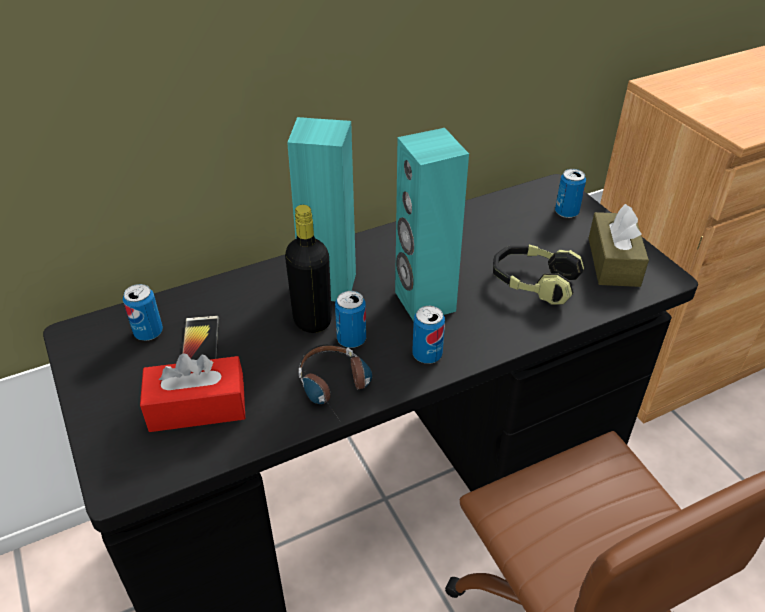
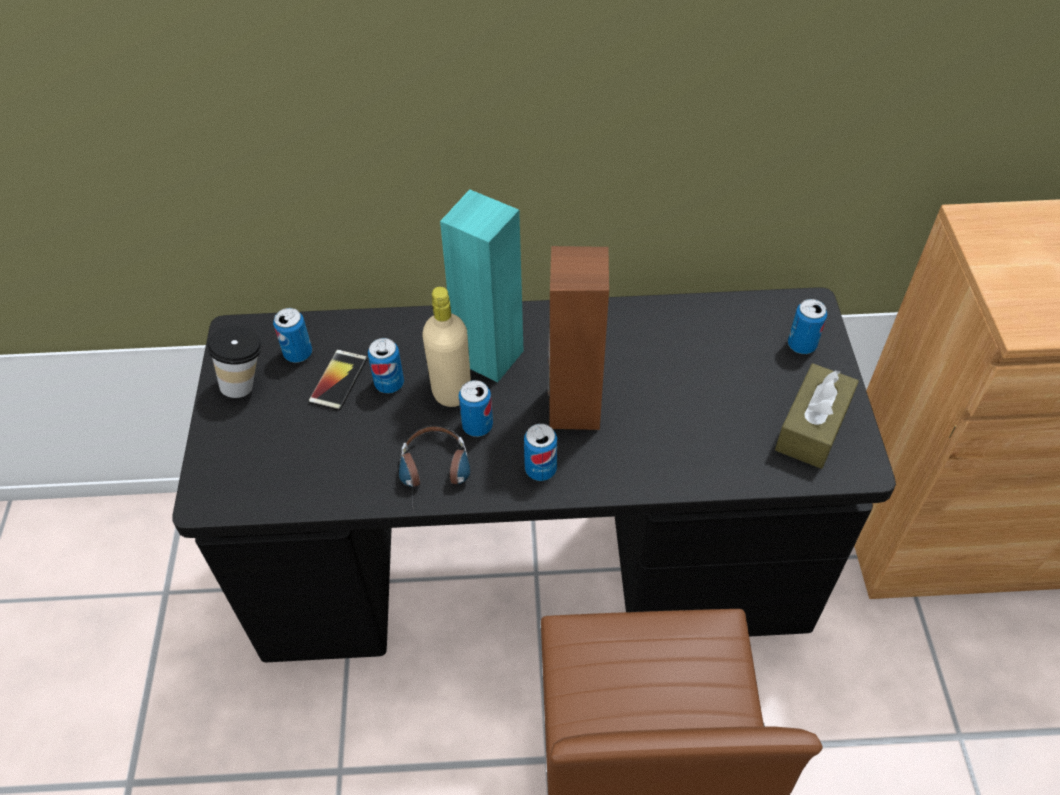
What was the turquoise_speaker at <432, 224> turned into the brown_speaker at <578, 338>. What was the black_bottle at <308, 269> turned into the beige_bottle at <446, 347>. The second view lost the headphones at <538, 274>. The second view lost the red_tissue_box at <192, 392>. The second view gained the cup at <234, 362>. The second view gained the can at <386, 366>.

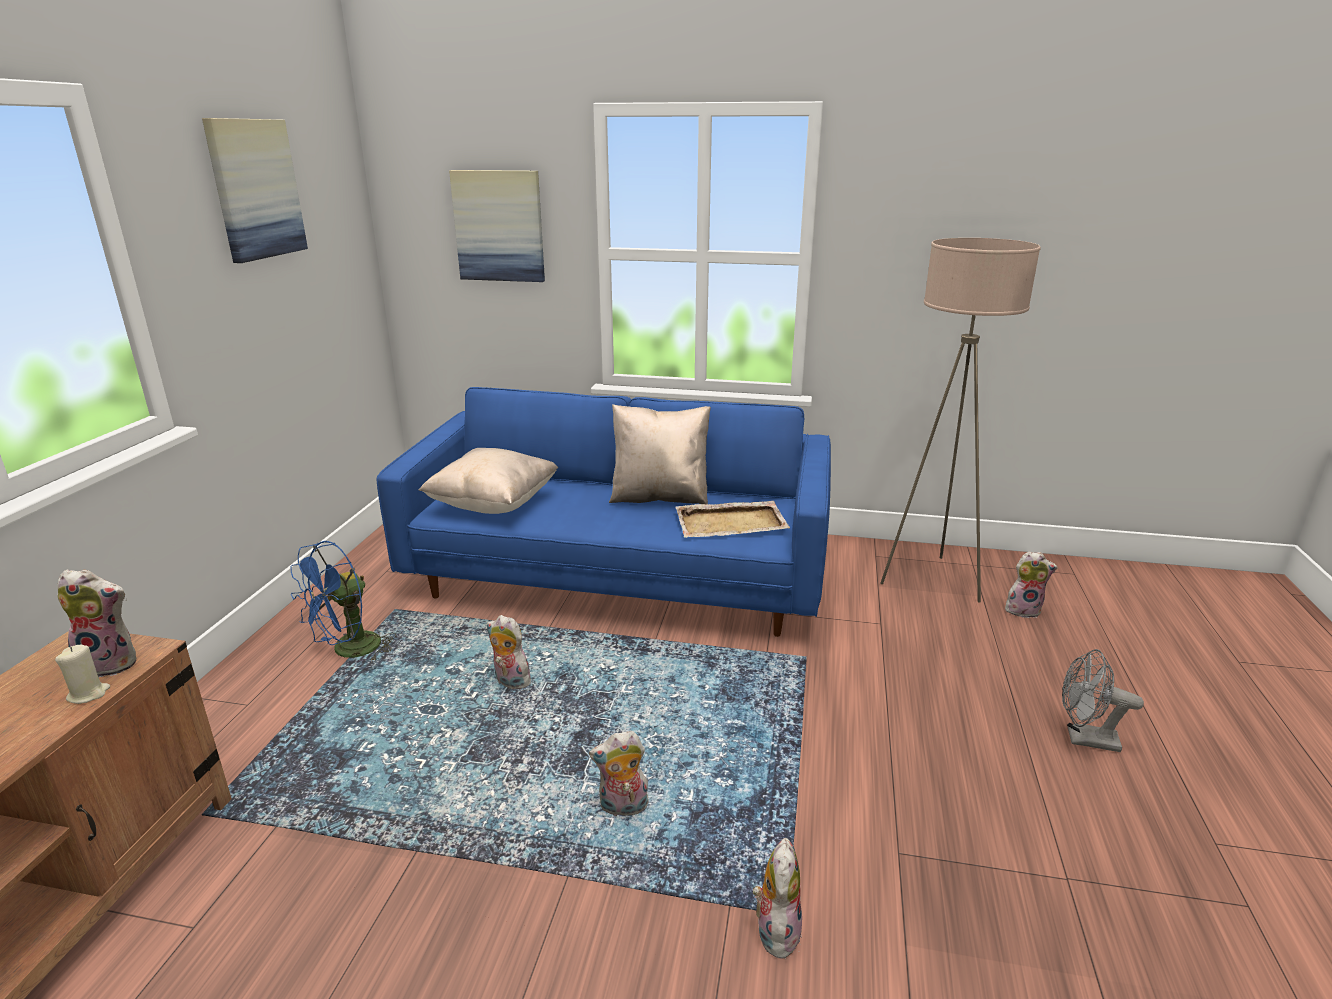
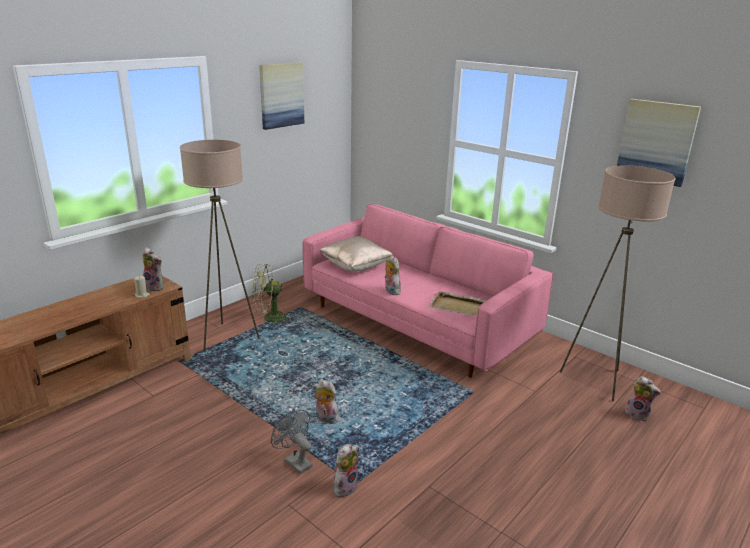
The picture ended up elsewhere, having gone from <497, 226> to <659, 143>. What was the blue_sofa at <604, 512> turned into the pink_sofa at <428, 291>. The second view lost the beige_pillow at <660, 454>. What was the blue_fan at <343, 601> turned into the green_fan at <272, 295>. The plush_toy ended up elsewhere, having gone from <510, 652> to <392, 275>. The grey_fan ended up elsewhere, having gone from <1103, 700> to <291, 442>. The second view gained the beige_floor_lamp at <220, 246>.

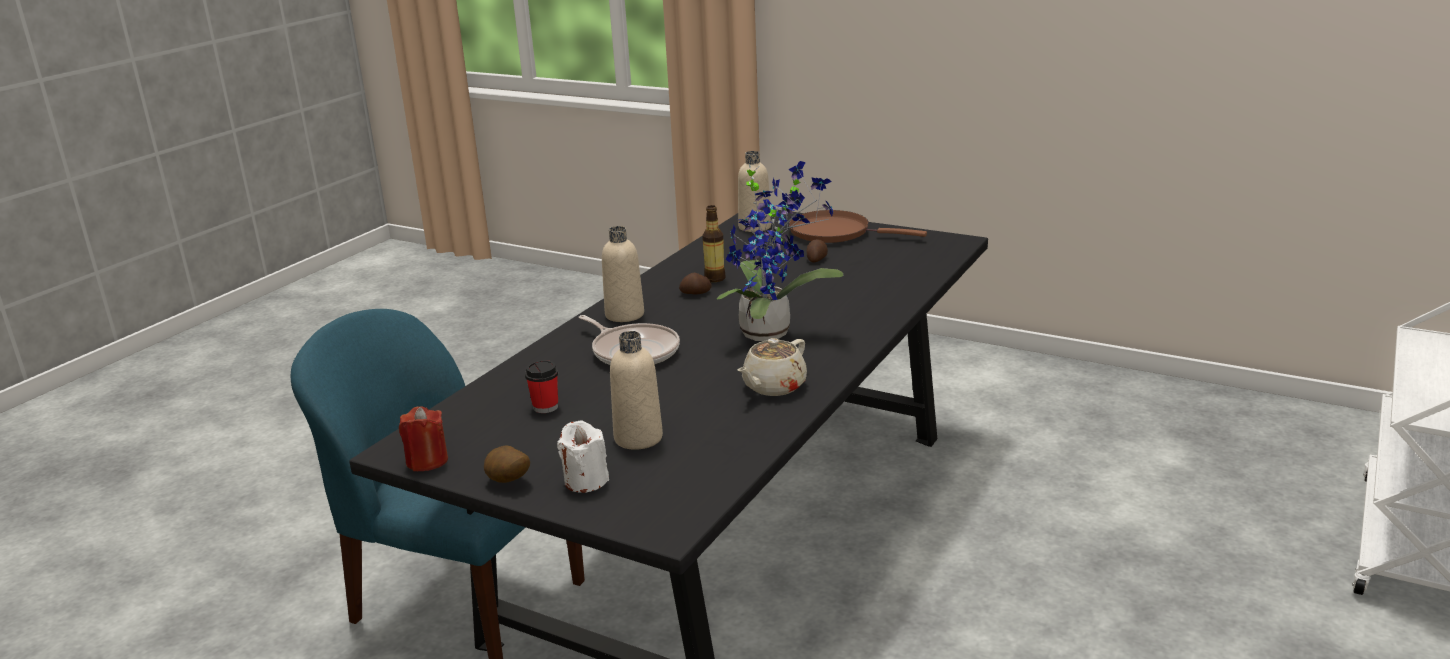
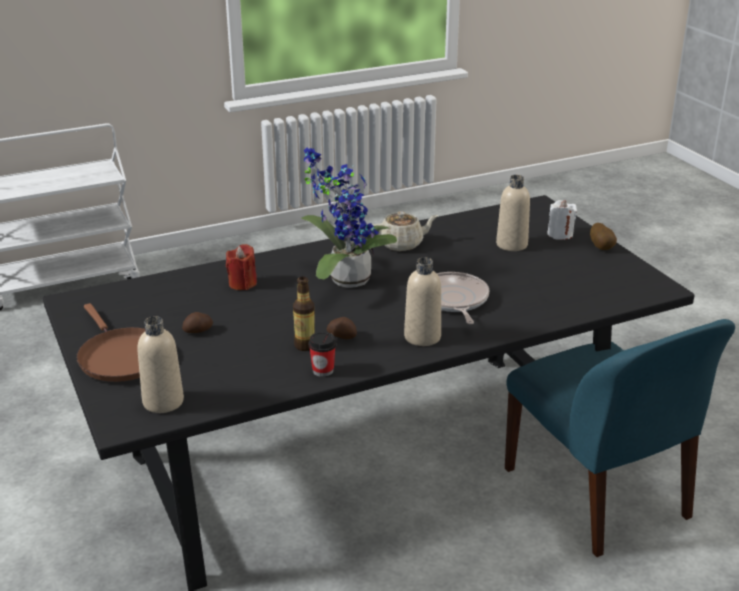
The cup ended up elsewhere, having gone from <541, 386> to <322, 354>. The red_candle ended up elsewhere, having gone from <423, 438> to <241, 267>.

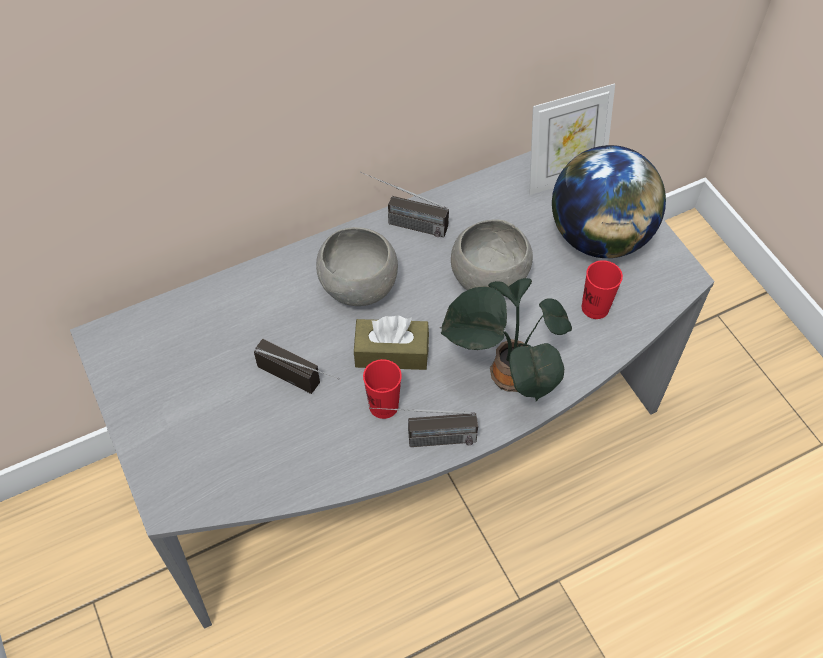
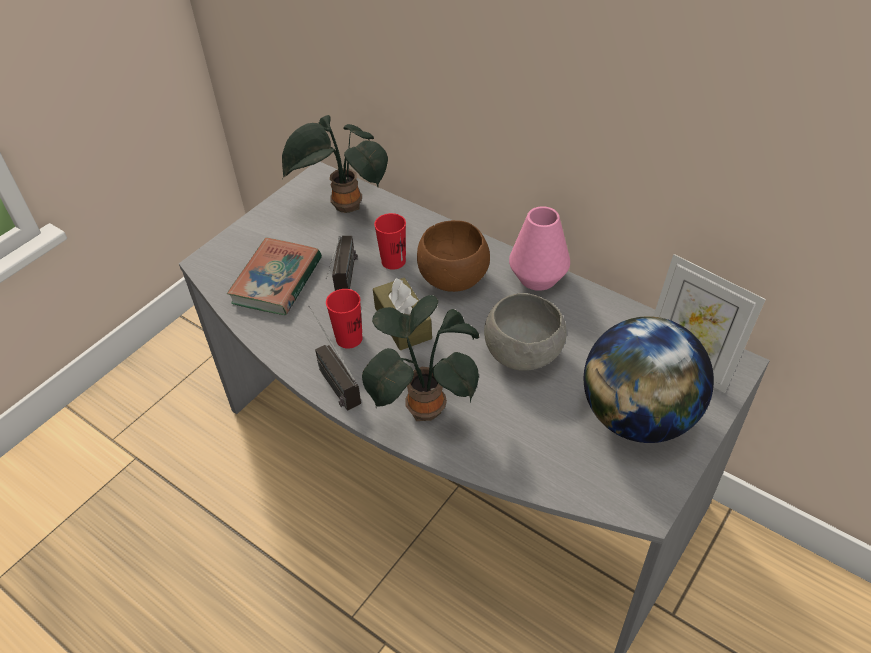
Where the radio stood at <404, 204>, the pink_vase came to stand at <539, 248>. What was the grey_bowl at <357, 266> turned into the brown_bowl at <453, 256>. The red_cup ended up elsewhere, having gone from <602, 289> to <390, 241>. The second view gained the potted_plant at <335, 164>. The second view gained the book at <274, 276>.

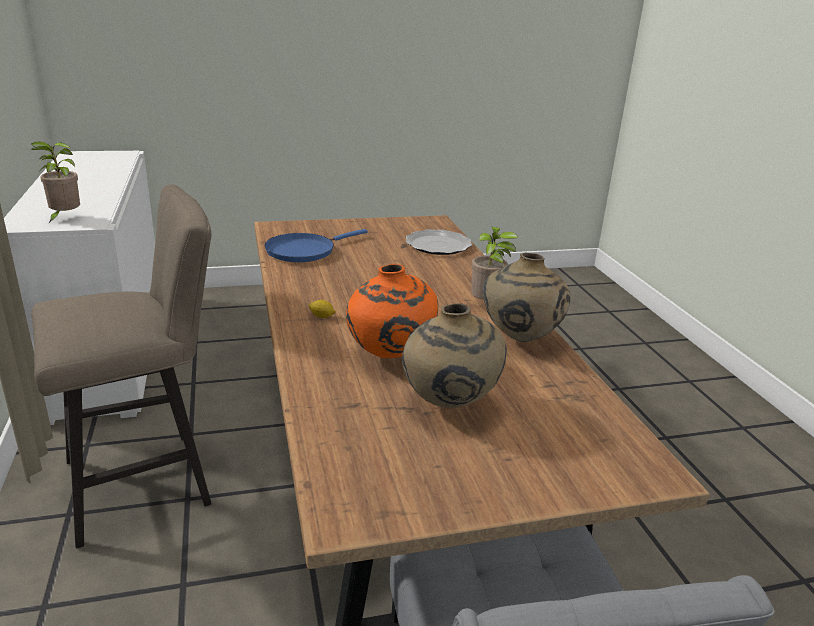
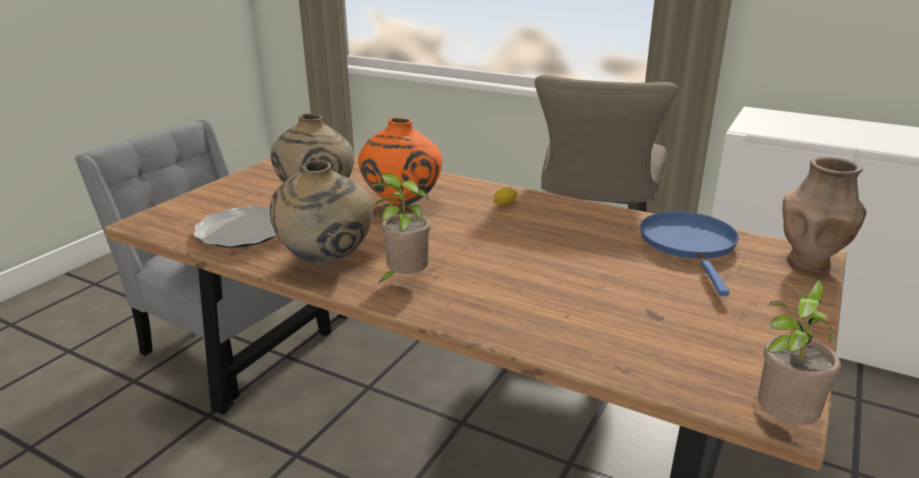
The potted_plant ended up elsewhere, having gone from <55, 182> to <797, 351>. The plate ended up elsewhere, having gone from <439, 242> to <235, 227>. The second view gained the brown_vase at <824, 214>.

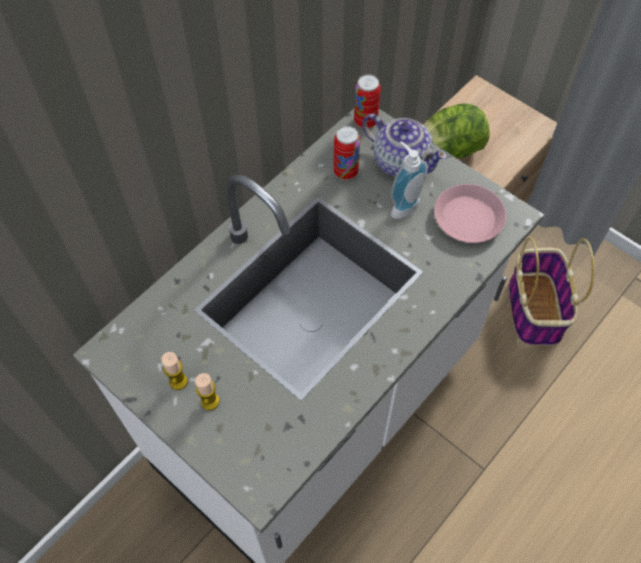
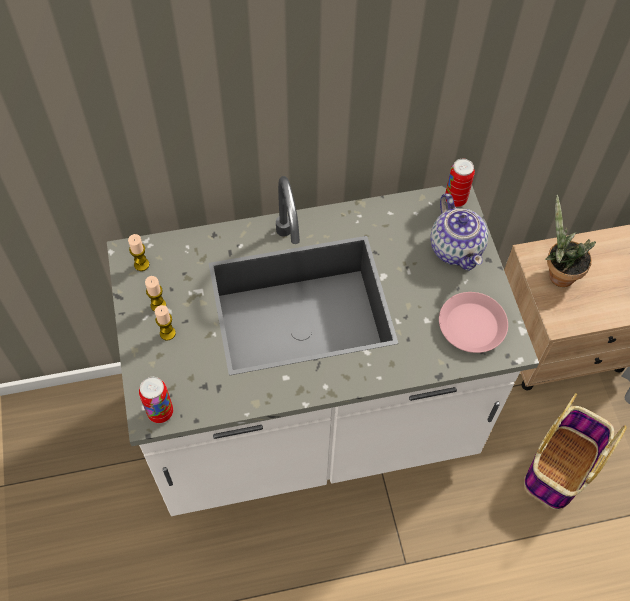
Where the lettuce stood at <457, 130>, the potted_plant came to stand at <570, 241>. The can ended up elsewhere, having gone from <347, 153> to <156, 400>. The second view lost the soap_dispenser at <409, 180>. The second view gained the candle at <138, 252>.

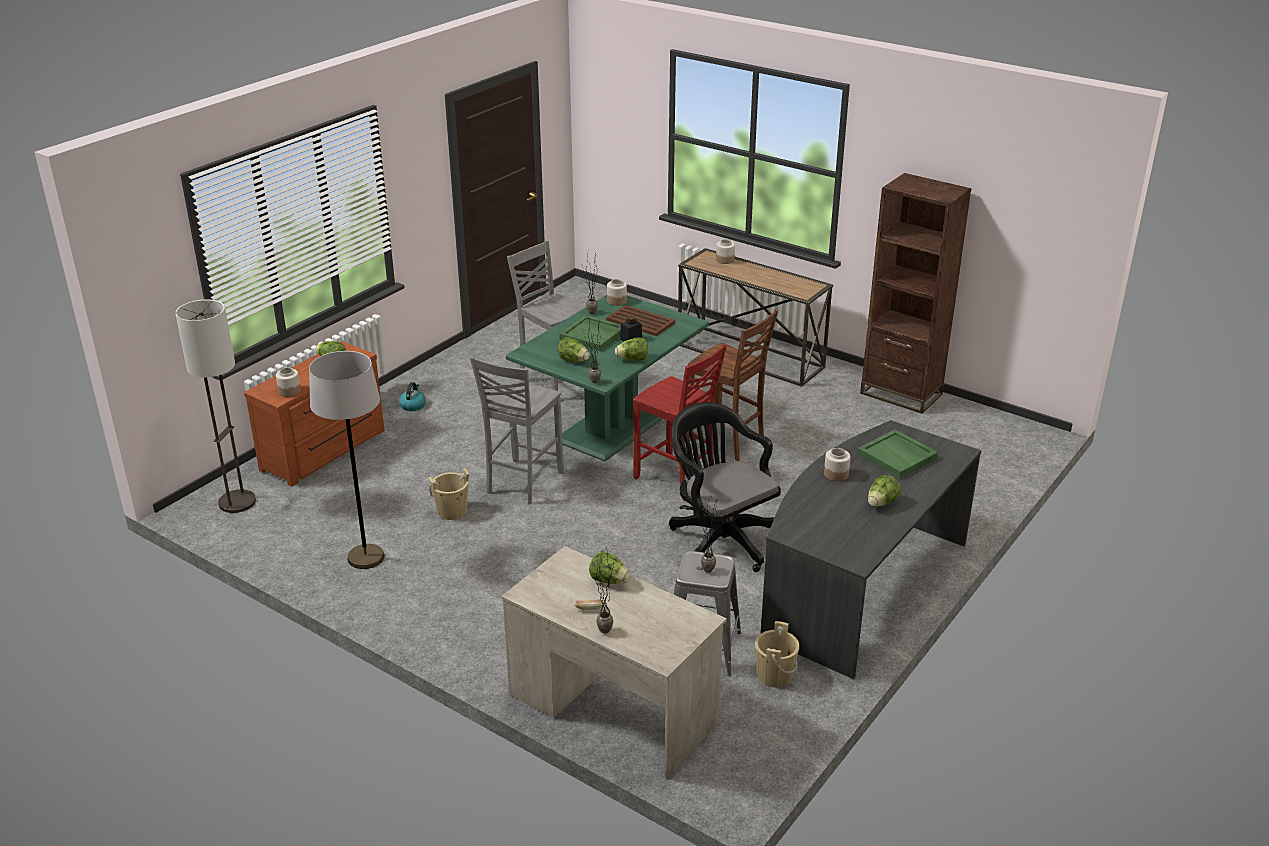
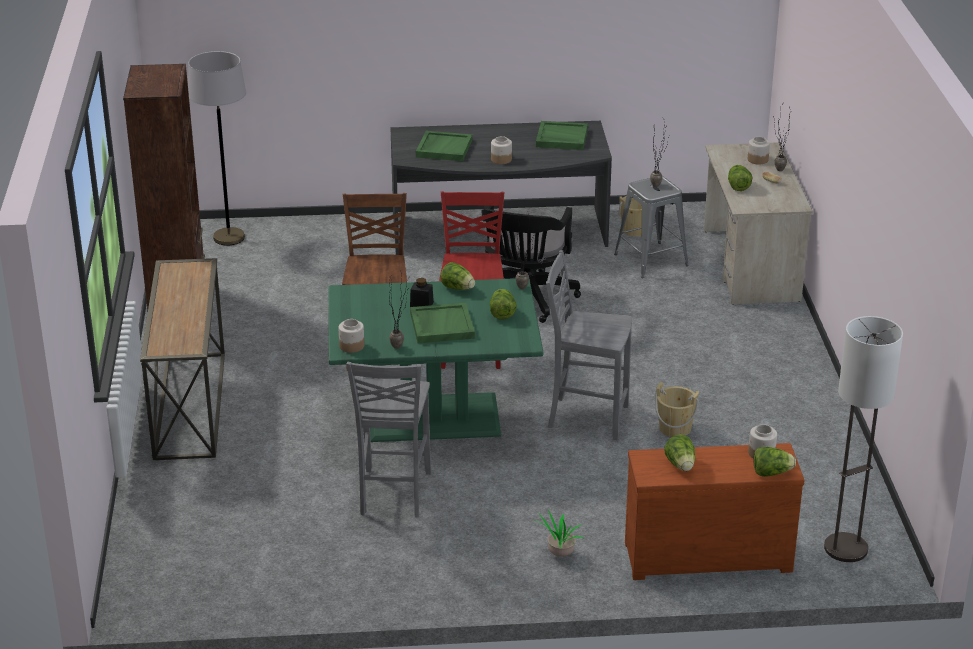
The jar ended up elsewhere, having gone from <725, 251> to <759, 151>. The second view lost the brown_tray at <640, 320>. The grey_floor_lamp ended up elsewhere, having gone from <346, 460> to <217, 148>. The grey_chair at <517, 430> ended up facing another way, 150 degrees counterclockwise from before. Where the kettle stood at <412, 396>, the potted_plant came to stand at <558, 533>. The lettuce ended up elsewhere, having gone from <884, 491> to <774, 462>. The second view gained the green_tray at <562, 135>.

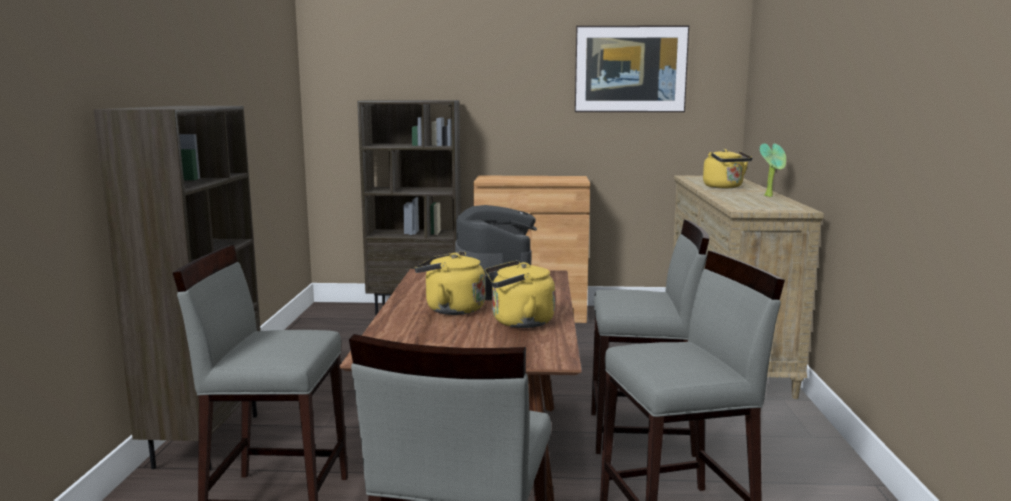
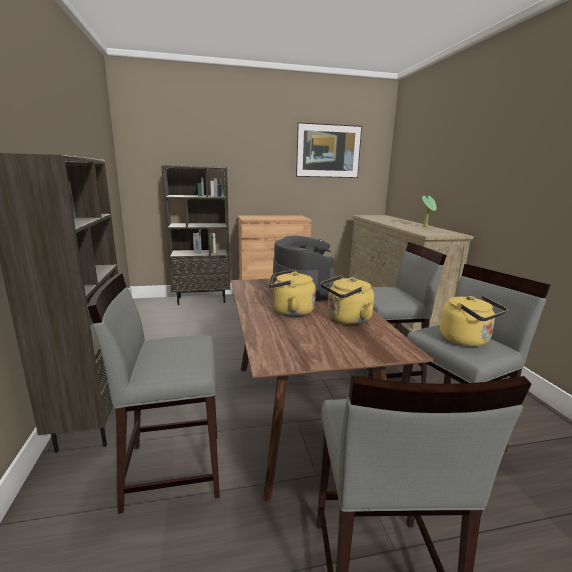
The yellow_kettle ended up elsewhere, having gone from <728, 168> to <474, 321>.

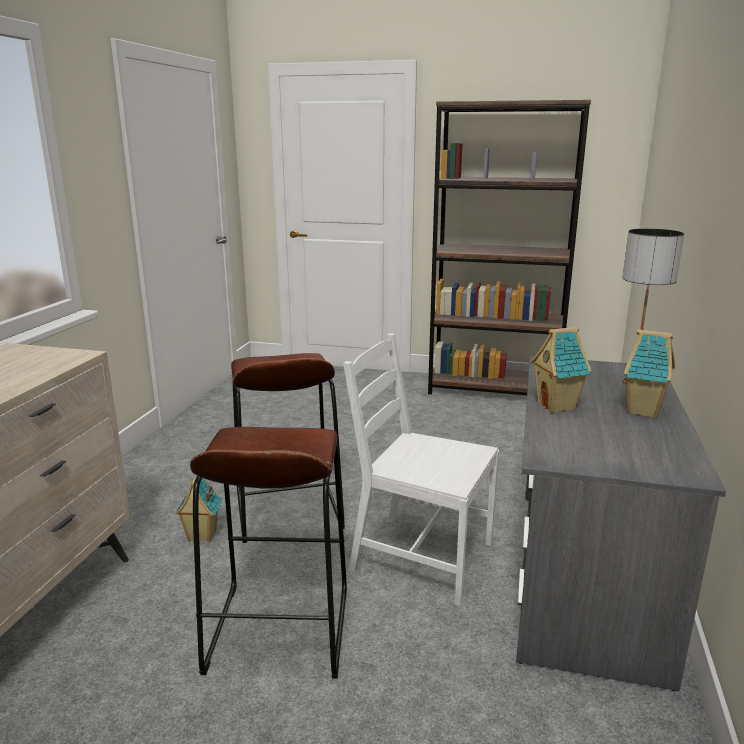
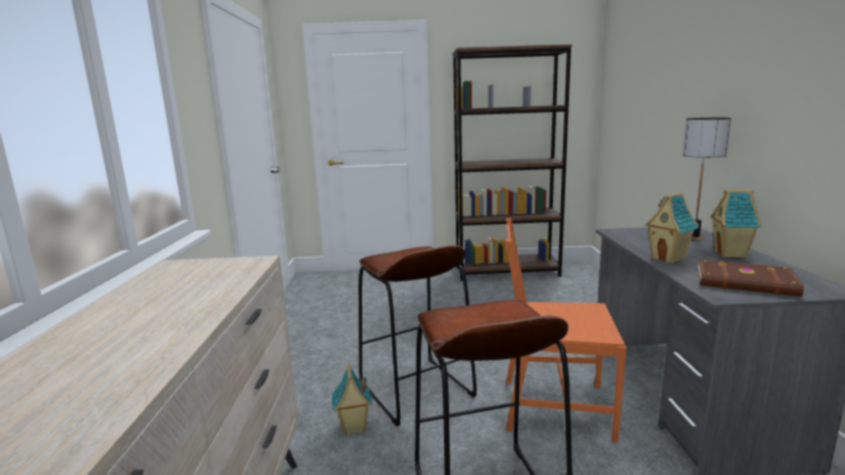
What was the white_chair at <421, 469> turned into the orange_chair at <566, 330>. The second view gained the brown_book at <751, 278>.

